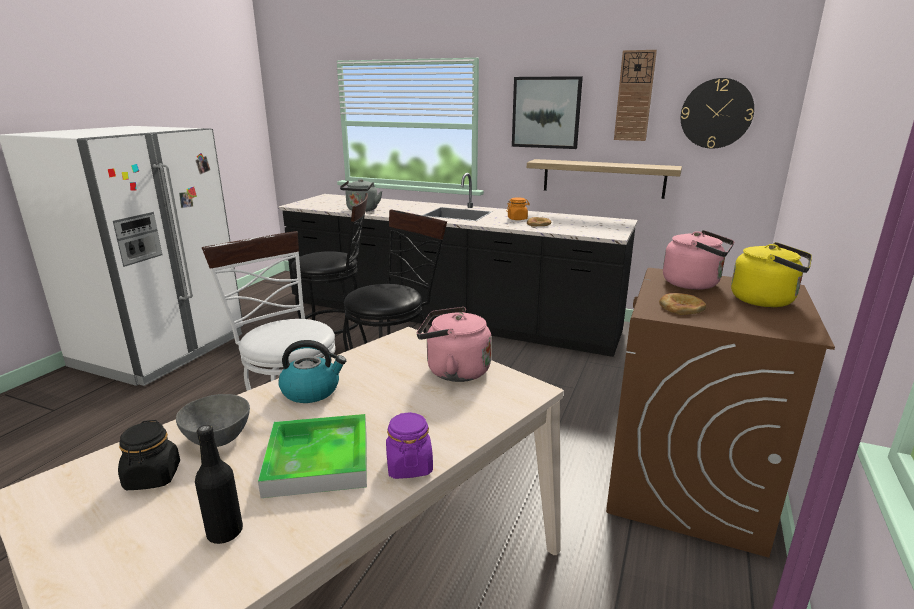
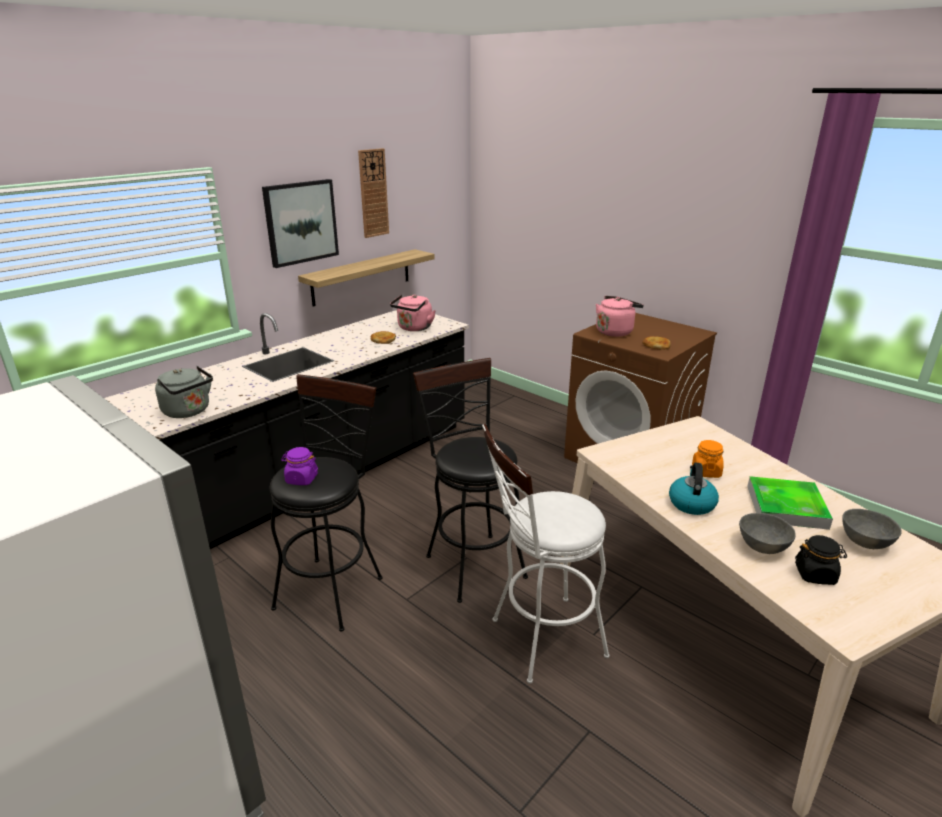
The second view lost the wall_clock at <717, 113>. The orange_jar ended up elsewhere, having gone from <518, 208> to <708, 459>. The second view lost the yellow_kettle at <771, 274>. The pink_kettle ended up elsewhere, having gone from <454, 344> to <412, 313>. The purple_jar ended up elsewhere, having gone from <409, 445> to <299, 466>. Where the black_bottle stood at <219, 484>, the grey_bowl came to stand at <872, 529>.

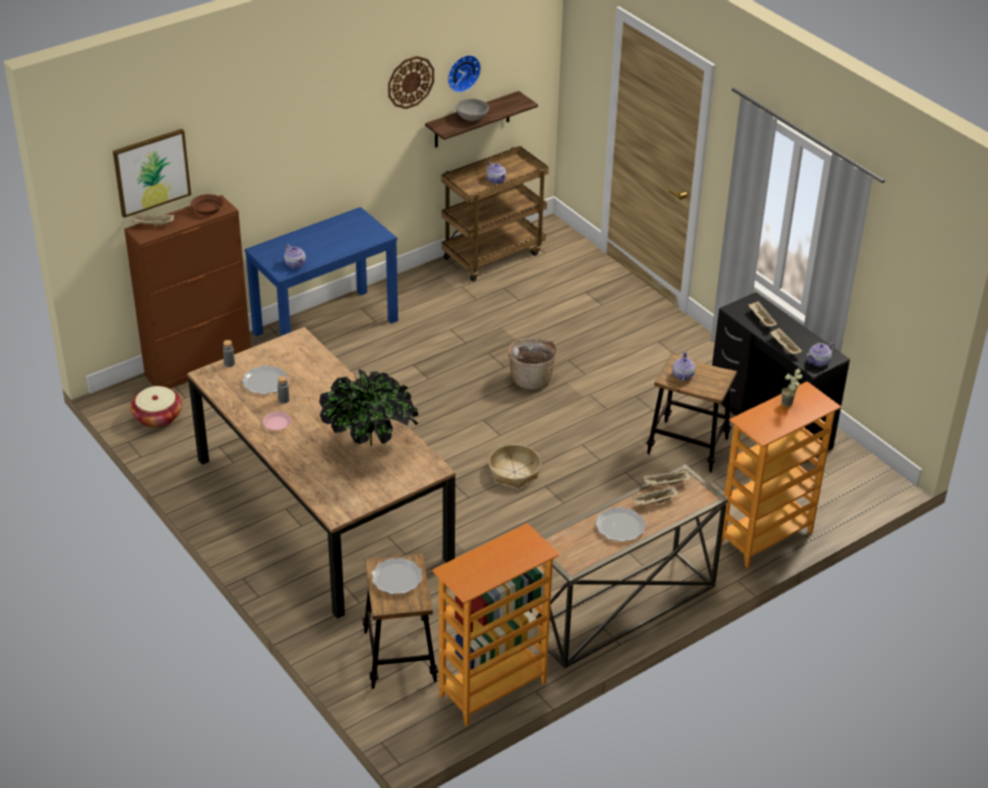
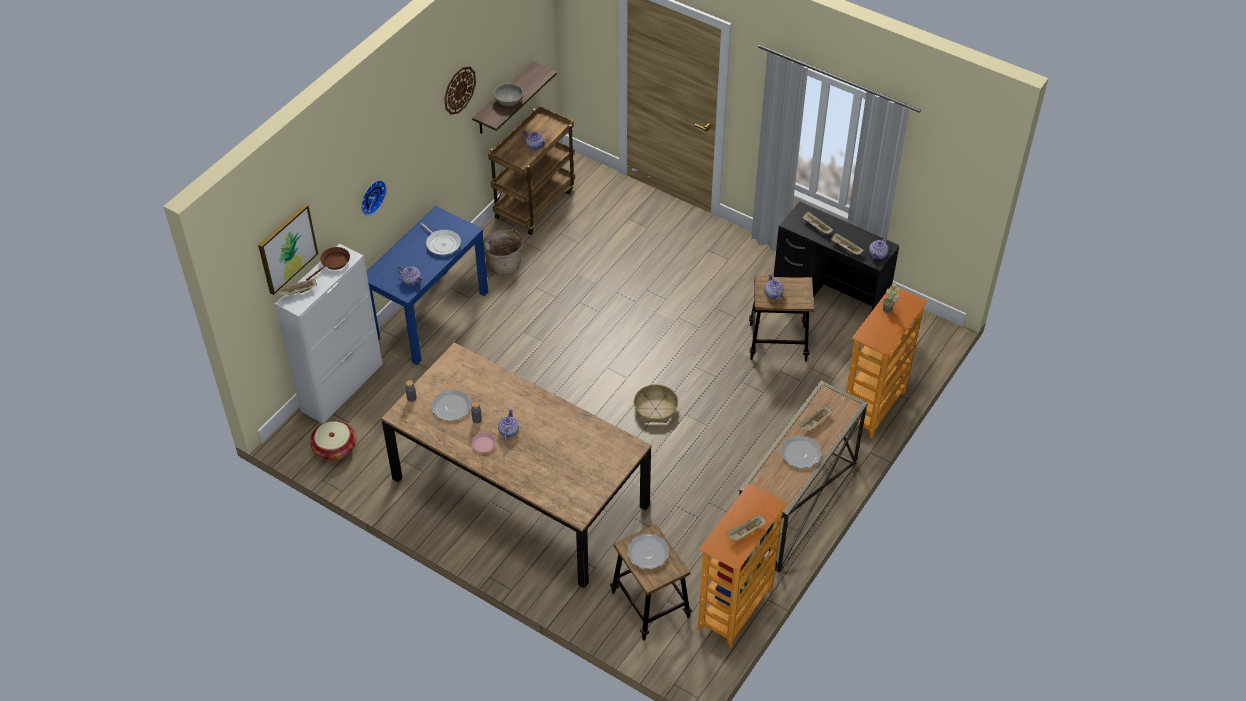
The wall_clock ended up elsewhere, having gone from <464, 74> to <374, 198>. What was the brown_cabinet at <187, 292> turned into the white_cabinet at <328, 334>. The basket ended up elsewhere, having gone from <532, 364> to <503, 252>. The second view lost the potted_plant at <369, 407>. The beige_tray ended up elsewhere, having gone from <667, 478> to <746, 527>. The second view gained the frying_pan at <441, 239>. The second view gained the teapot at <508, 425>.

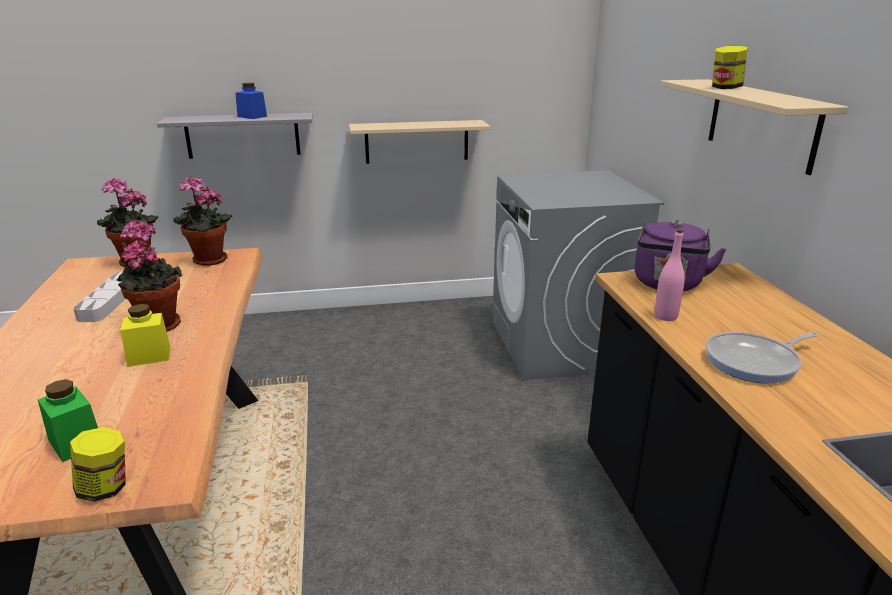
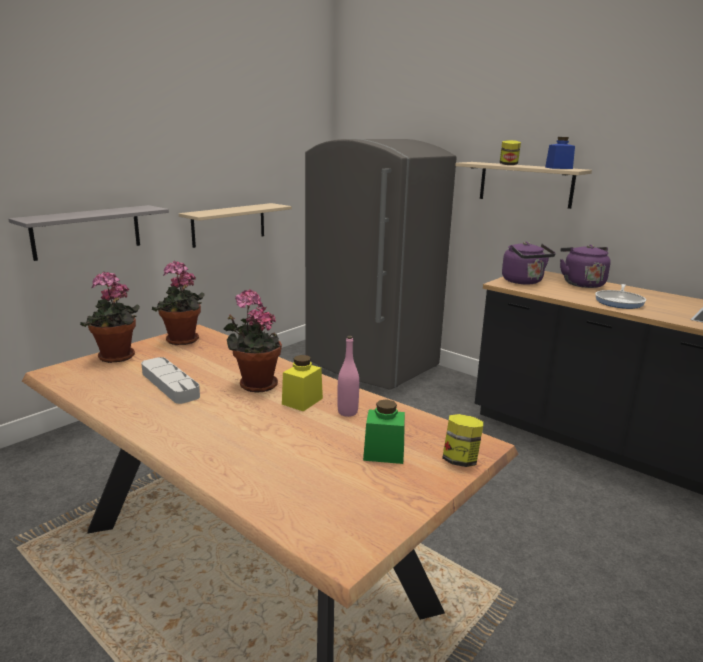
The blue_jar ended up elsewhere, having gone from <251, 101> to <560, 153>. Where the grey_washing_machine stood at <578, 275>, the grey_fridge came to stand at <381, 263>. The pink_bottle ended up elsewhere, having gone from <670, 275> to <348, 376>. The second view gained the purple_kettle at <585, 266>.

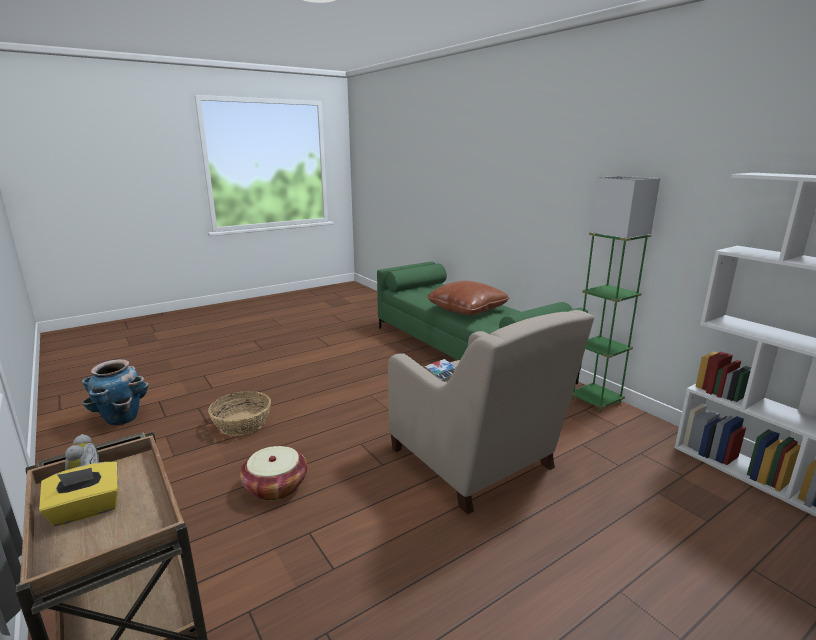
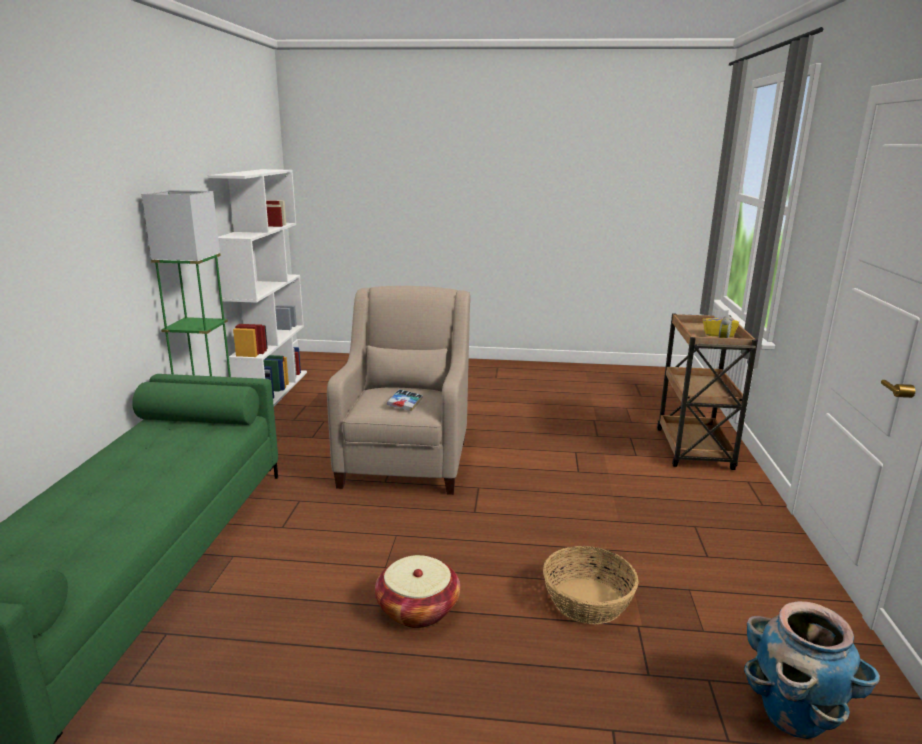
The second view lost the brown_pillow at <468, 298>. The basket ended up elsewhere, having gone from <273, 473> to <417, 591>.

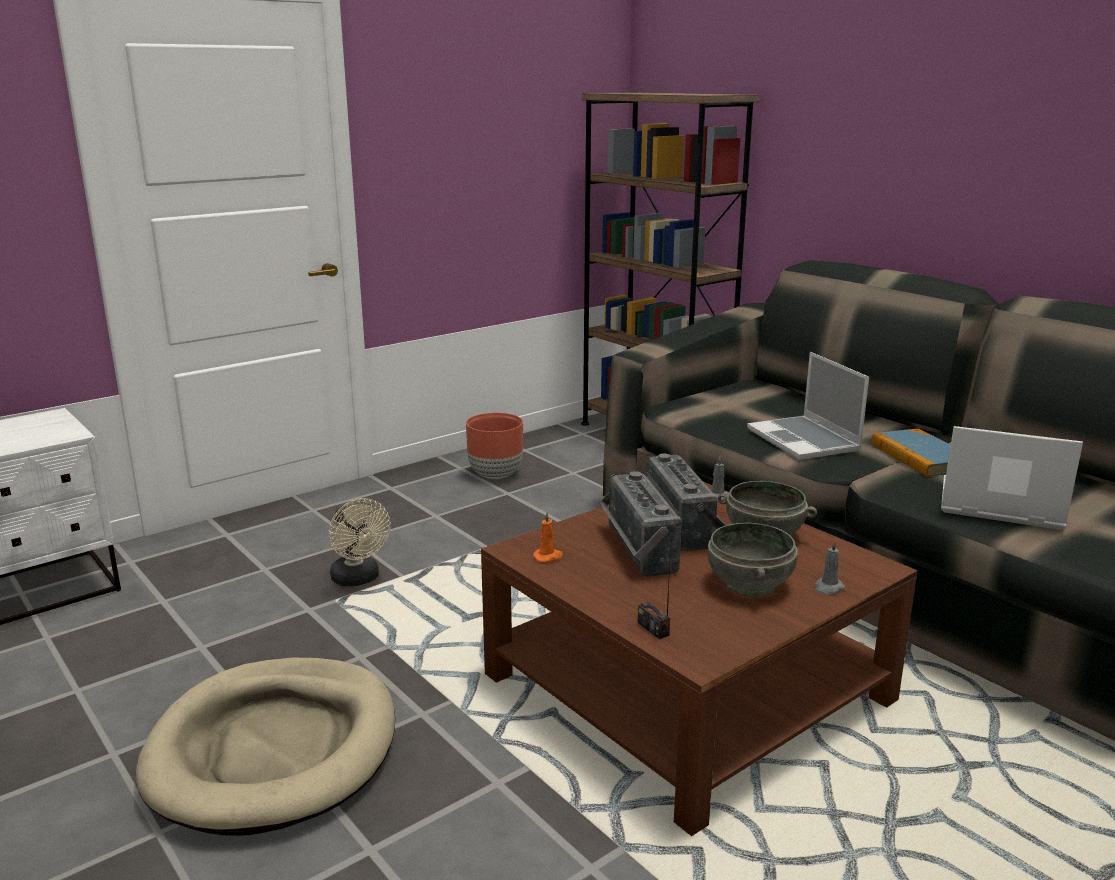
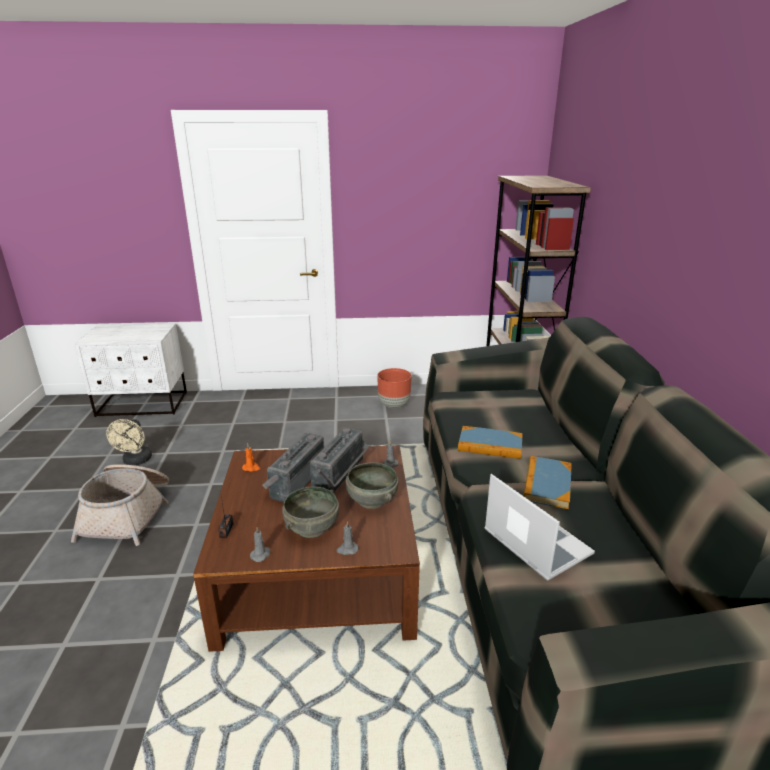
Where the laptop stood at <808, 406>, the book came to stand at <490, 442>. The beige_fan ended up elsewhere, having gone from <360, 542> to <129, 442>. Where the beige_dog_bed stood at <265, 747>, the basket came to stand at <120, 505>. The second view gained the grey_candle at <260, 544>.

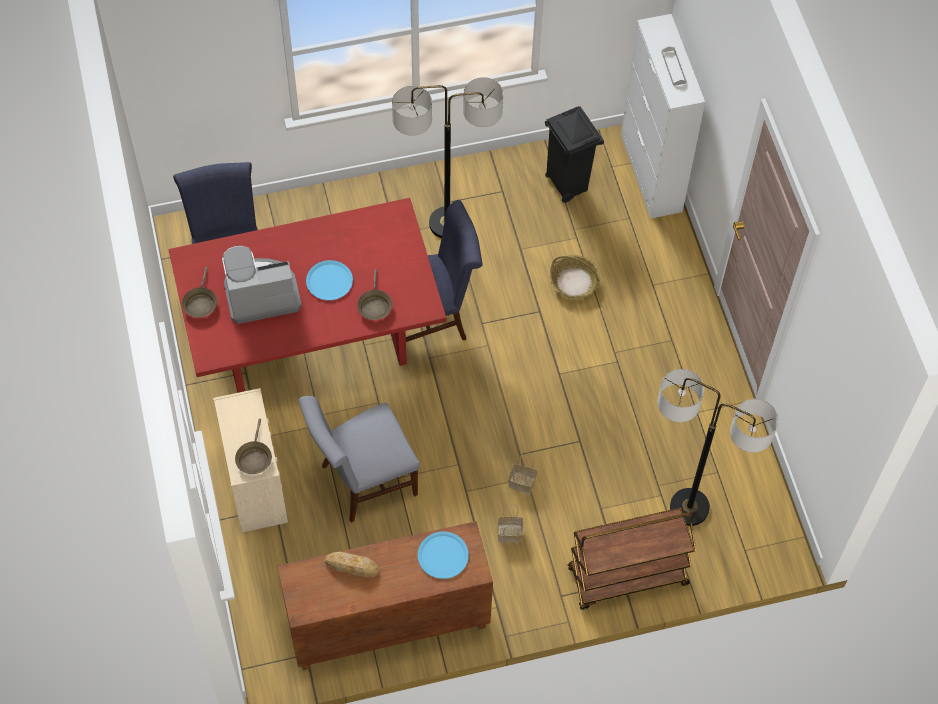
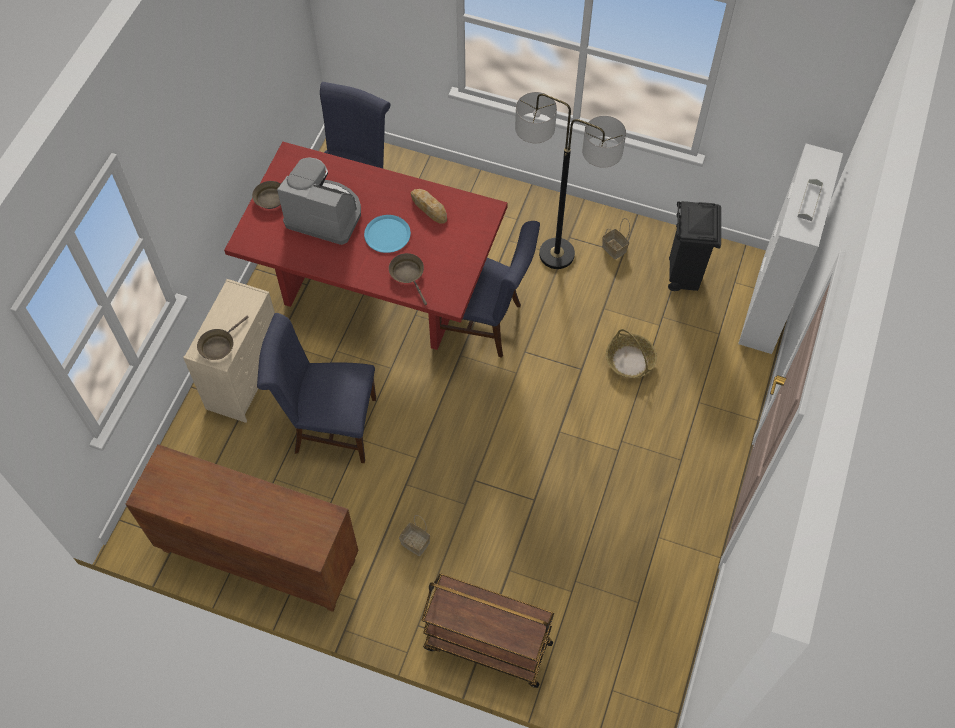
The brown_frying_pan at <374, 294> ended up facing another way, 120 degrees clockwise from before. The second view lost the floor_lamp at <718, 447>. What was the grey_chair at <359, 459> turned into the blue_chair at <316, 388>. The basket ended up elsewhere, having gone from <522, 473> to <616, 238>. The second view lost the blue_plate at <443, 555>. The bread ended up elsewhere, having gone from <352, 564> to <429, 206>.

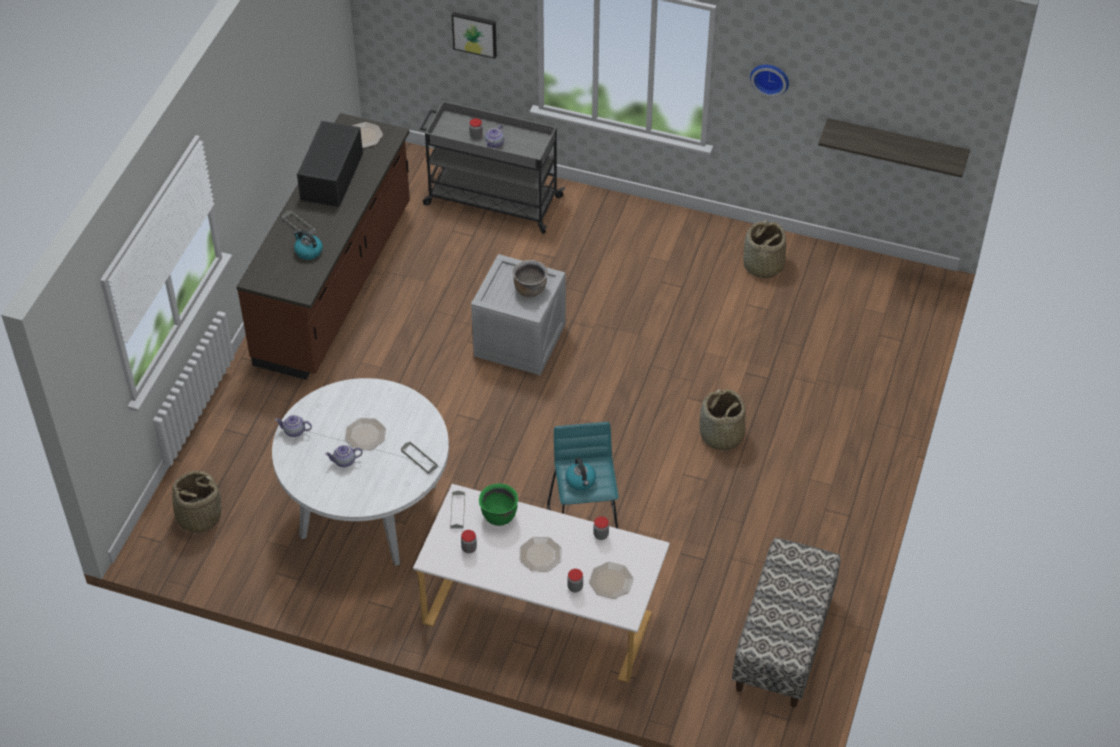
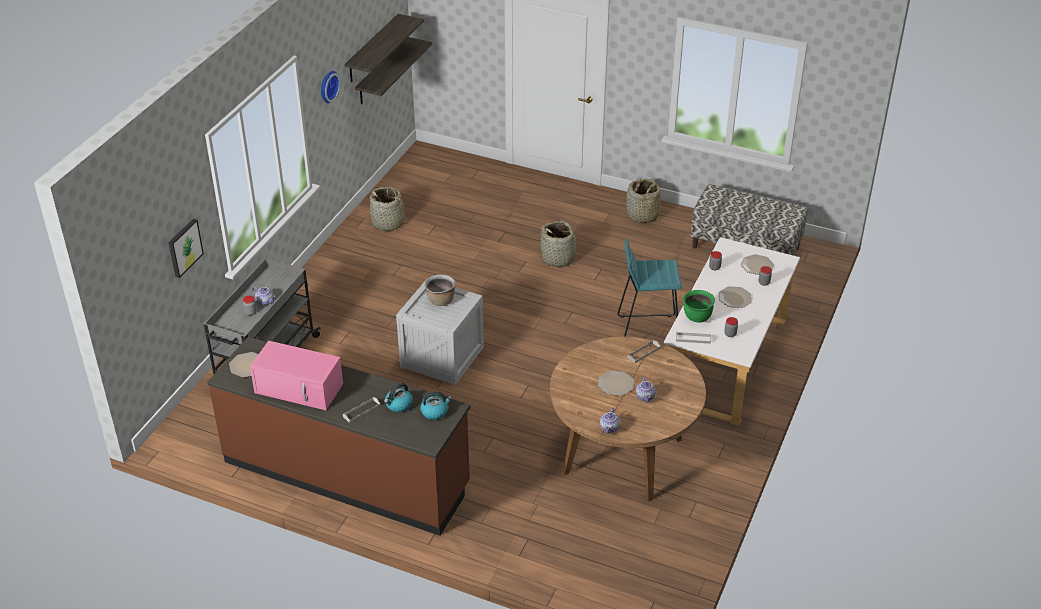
What was the black_microwave at <330, 164> turned into the pink_microwave at <296, 375>. What was the white_dining_table at <360, 472> turned into the brown_dining_table at <628, 418>. The kettle ended up elsewhere, having gone from <580, 474> to <436, 406>. The basket ended up elsewhere, having gone from <193, 502> to <643, 200>. The second view gained the shelf at <384, 48>.

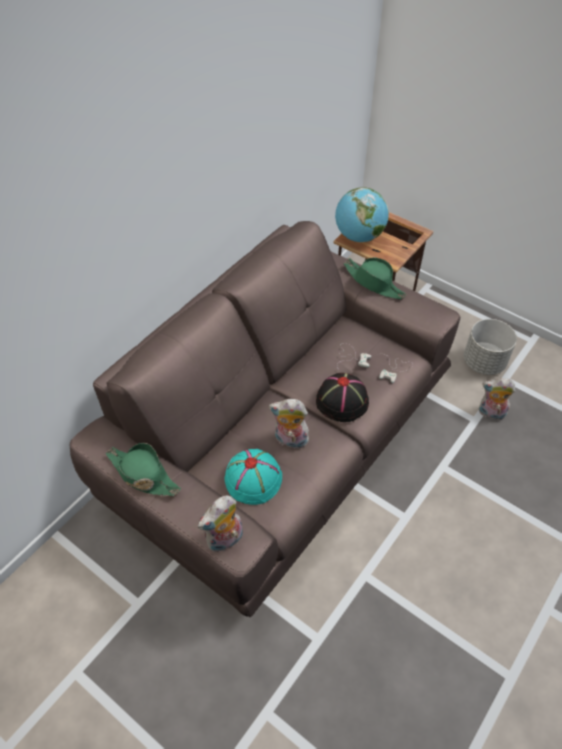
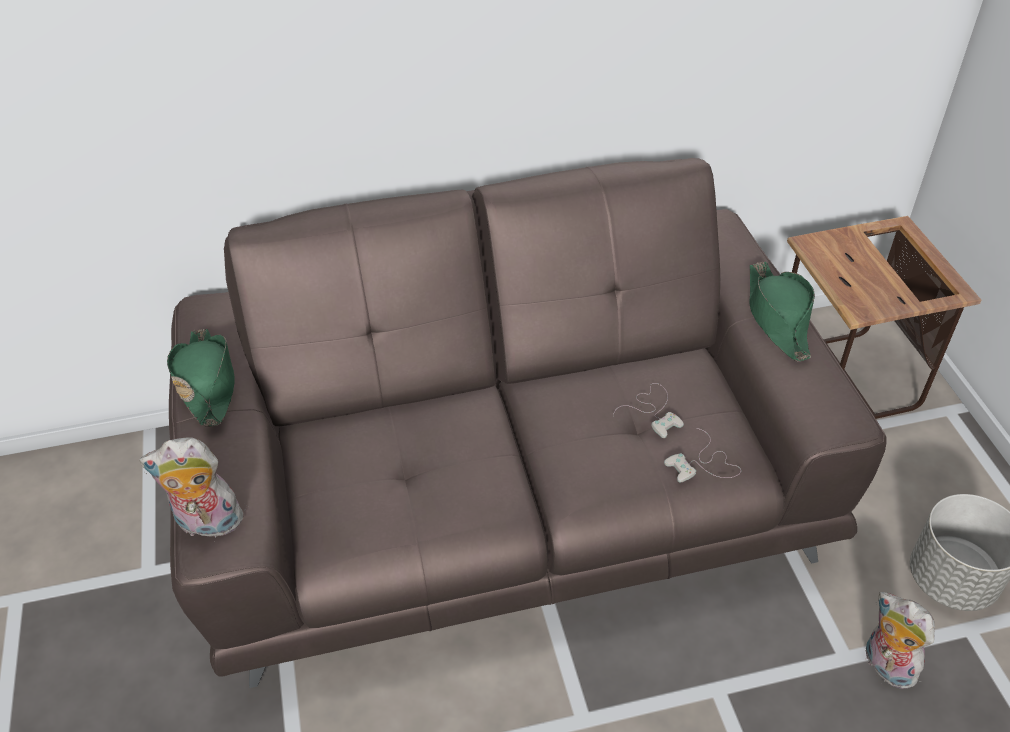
The second view lost the globe at <362, 214>. The second view lost the black_hat at <342, 397>. The second view lost the plush_toy at <289, 424>. The second view lost the turquoise_hat at <253, 477>.

